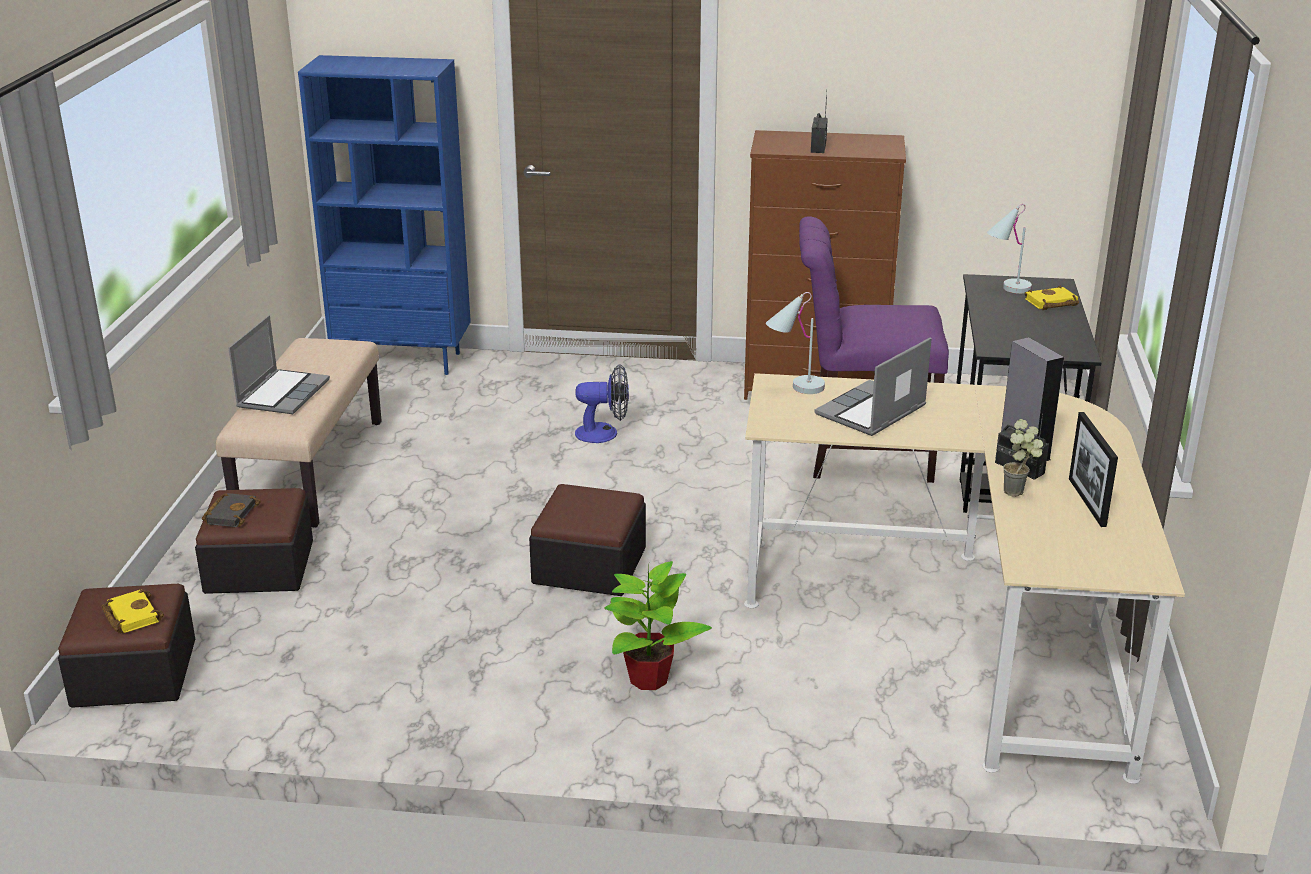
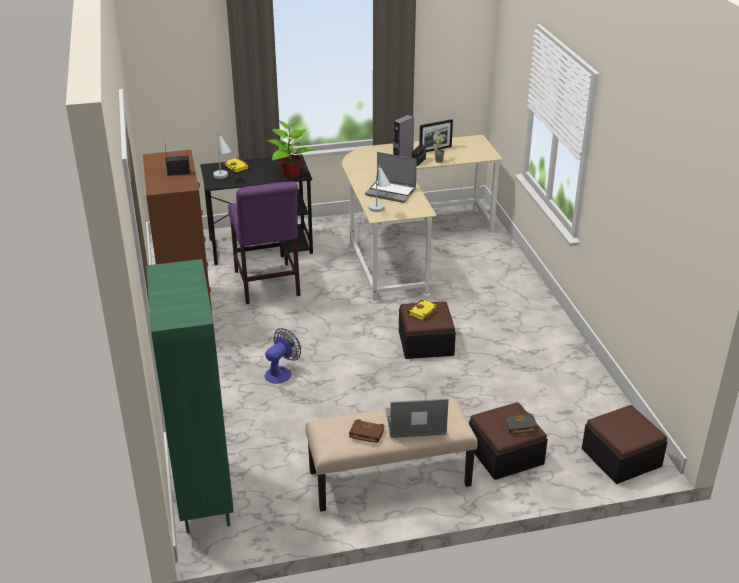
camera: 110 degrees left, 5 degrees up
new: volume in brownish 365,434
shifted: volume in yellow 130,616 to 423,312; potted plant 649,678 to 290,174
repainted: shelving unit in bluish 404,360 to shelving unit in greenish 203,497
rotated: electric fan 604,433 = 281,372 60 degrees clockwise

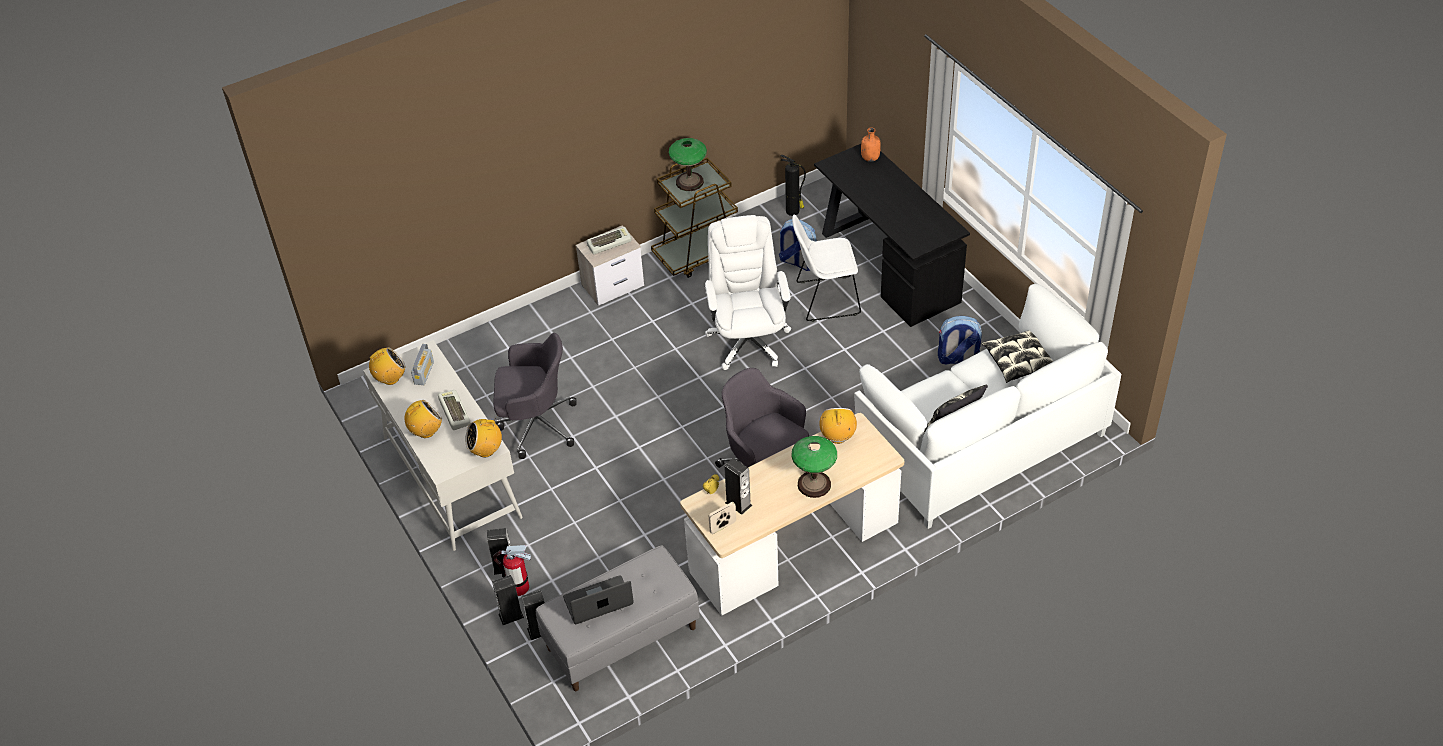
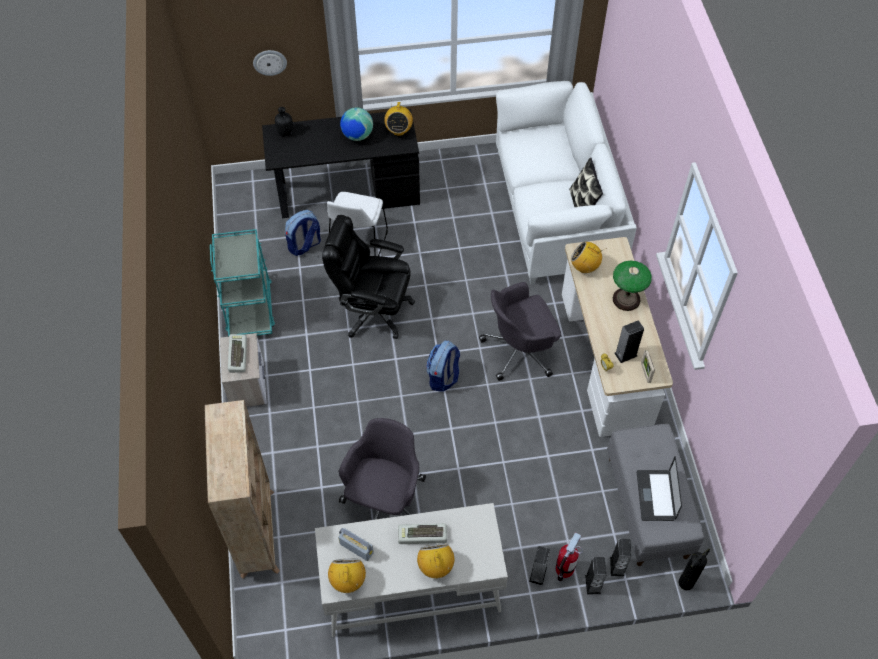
camera: 70 degrees left, 10 degrees up
gone: tabletop lamp 689,182; cushion 1019,361
new: shelving unit in beige-coloured 258,532; hanging clock 269,62; world globe 357,135
shifted: radio receiver 486,450 to 398,130; fire-fighting cylinder 793,211 to 686,582; backpack 957,359 to 443,377
repainted: trolley in brownish 699,254 to trolley in turquoise 249,308; computer chair in whitish 748,340 to computer chair in black-coloured 373,310; bottle in orange 870,158 to bottle in black-coloured 285,132

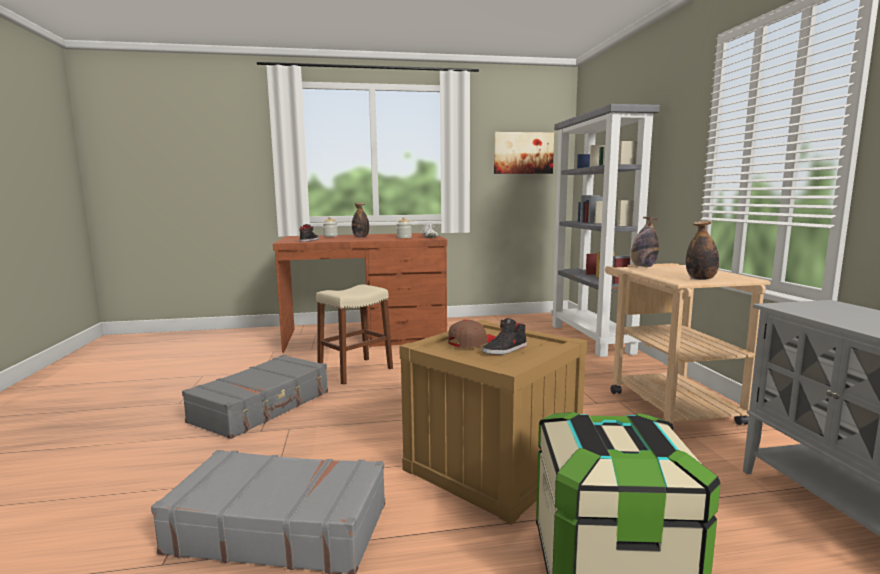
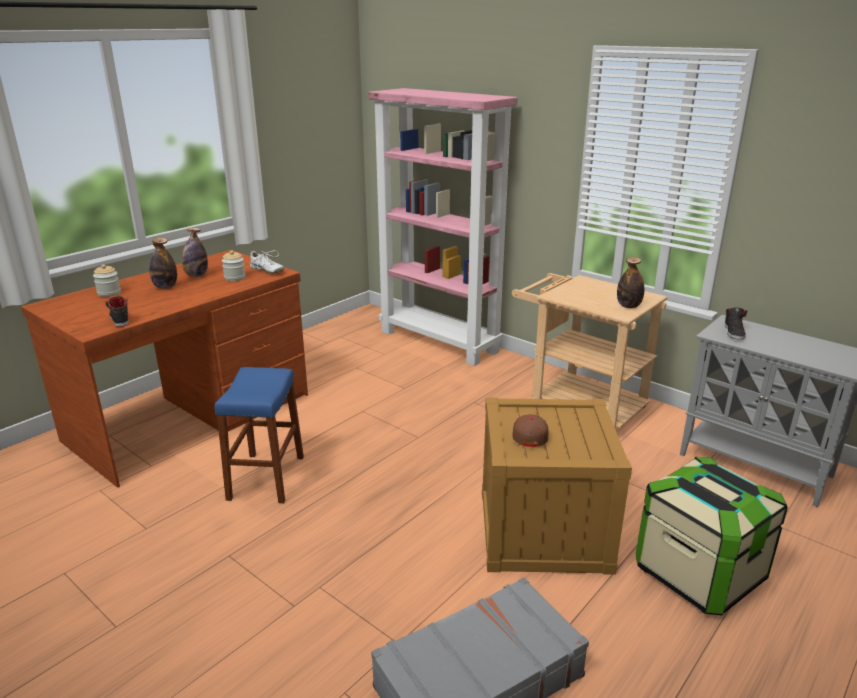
camera: 40 degrees left, 15 degrees up
gone: suitcase in gray 263,407; picture 523,153
shifted: item of footwear in black-coloured 505,350 to 734,332; bottle 643,266 to 196,275
repainted: stool seat in beige-coloured 355,371 to stool seat in bluish 266,477; shelving unit in gray 592,339 to shelving unit in pink 440,341

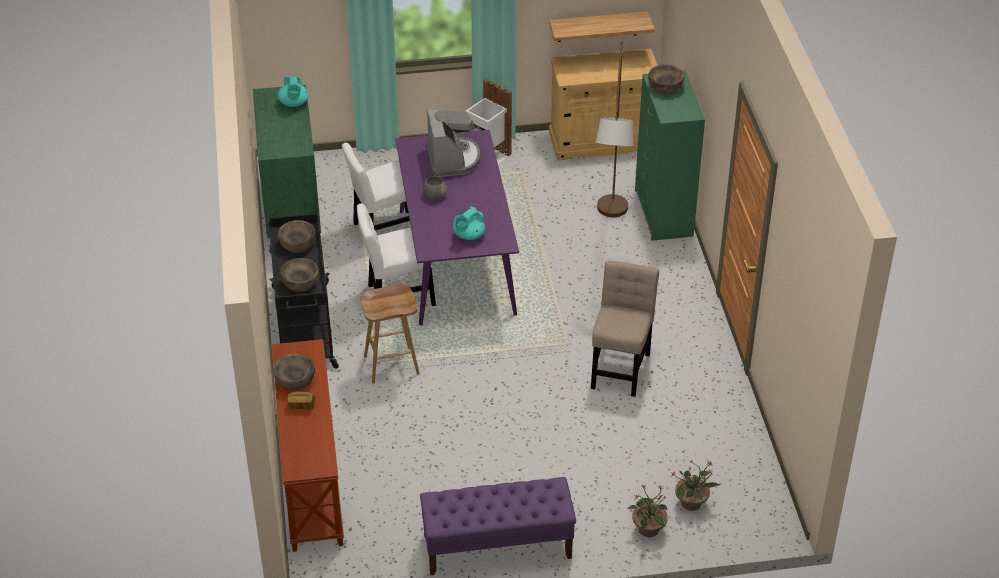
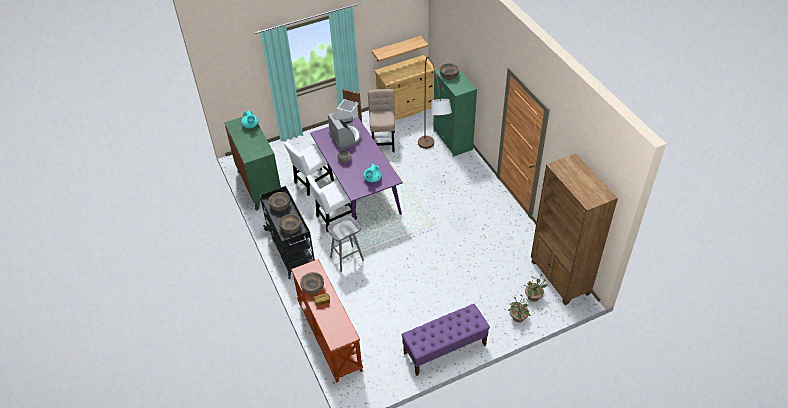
camera: 15 degrees left, 5 degrees up
new: shelving unit in brownish 560,278
shifted: plain chair in beige-coloured 620,367 to 383,140
repainted: stool seat in brownish 392,364 to stool seat in gray 347,258

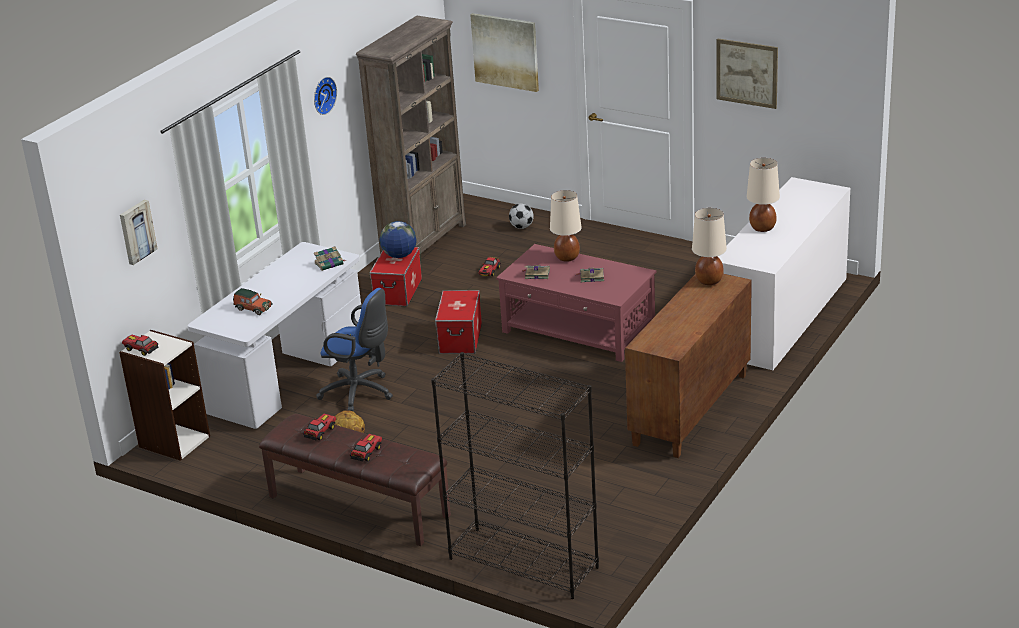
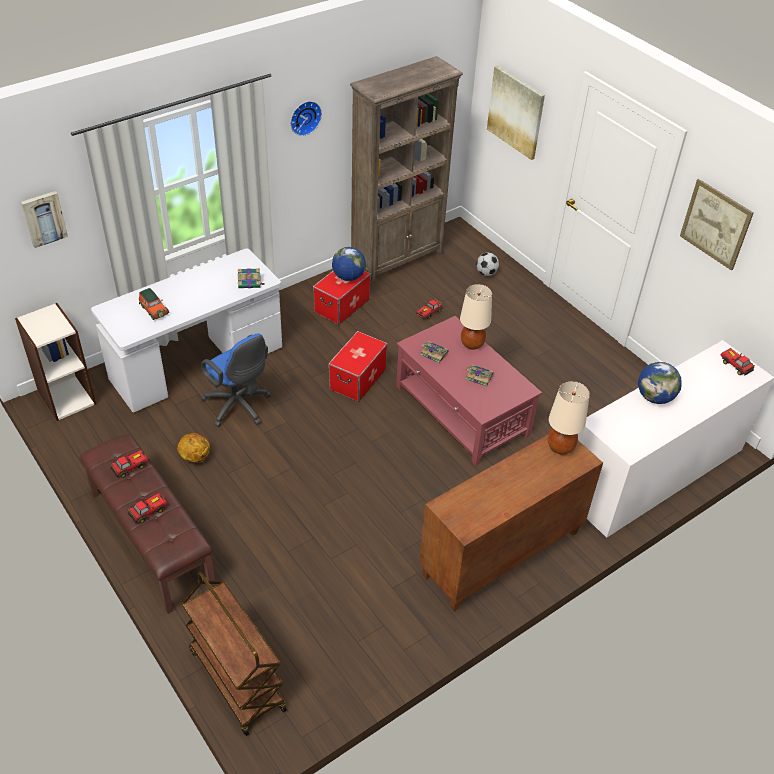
camera: 20 degrees right, 15 degrees up
shifted: toy car 140,349 to 735,365
swapped: shelving unit in black-coloured 522,563 to trolley in brownish 236,679; tabletop lamp in beige-coloured 763,228 to world globe 654,397

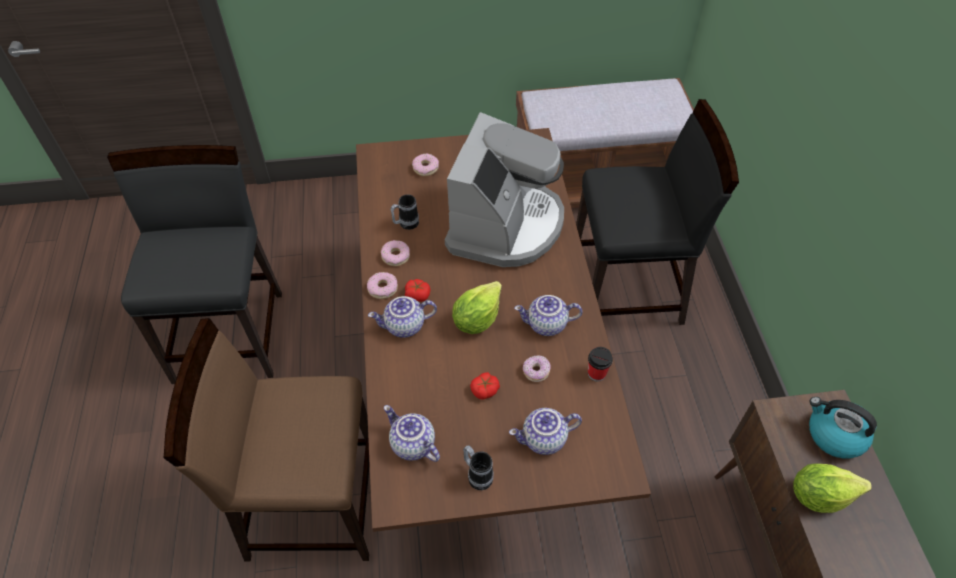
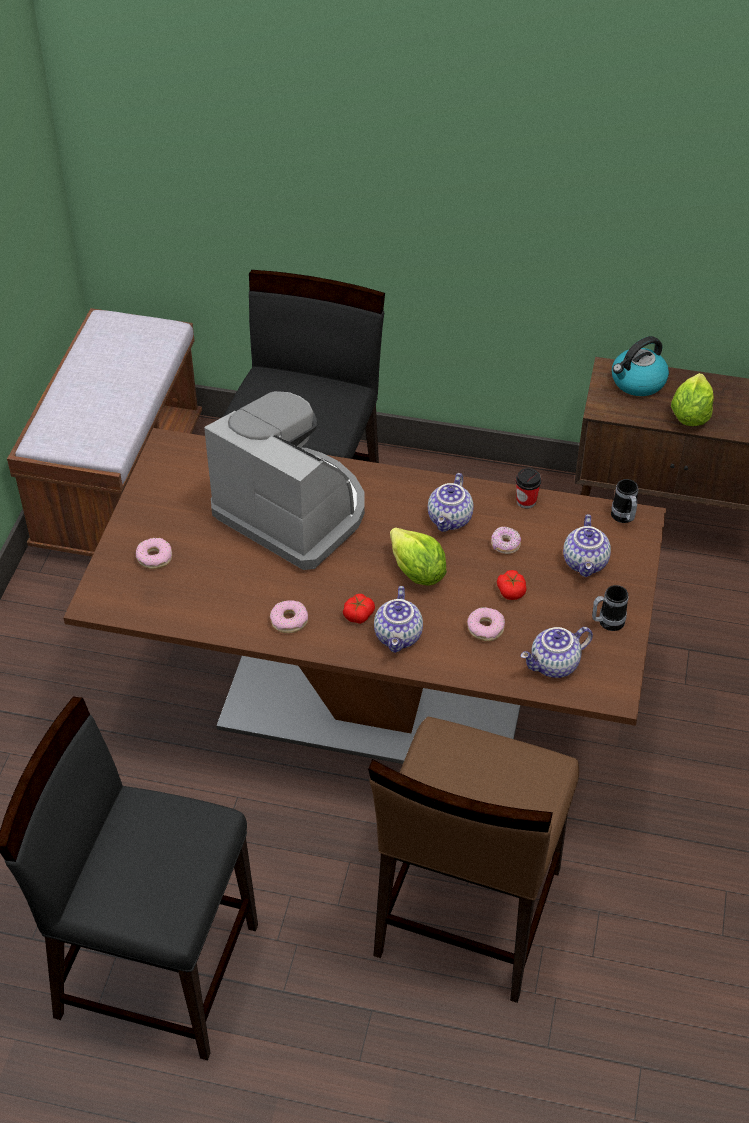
camera: 70 degrees left, 5 degrees down
shifted: donut 383,288 to 485,628; tea mug 405,224 to 624,518

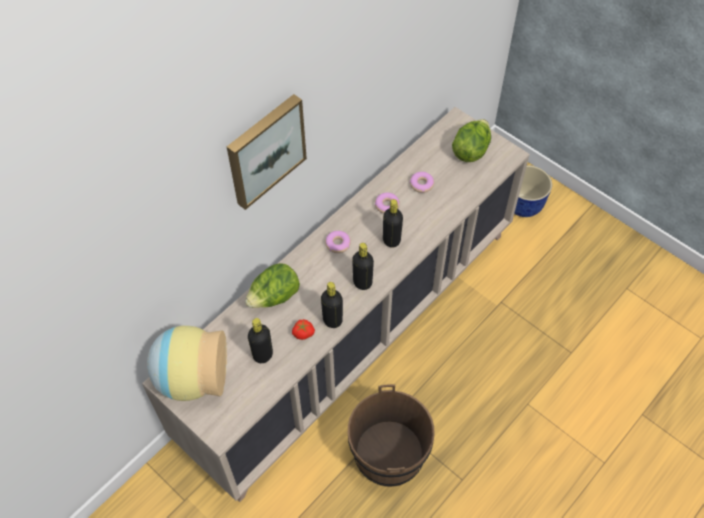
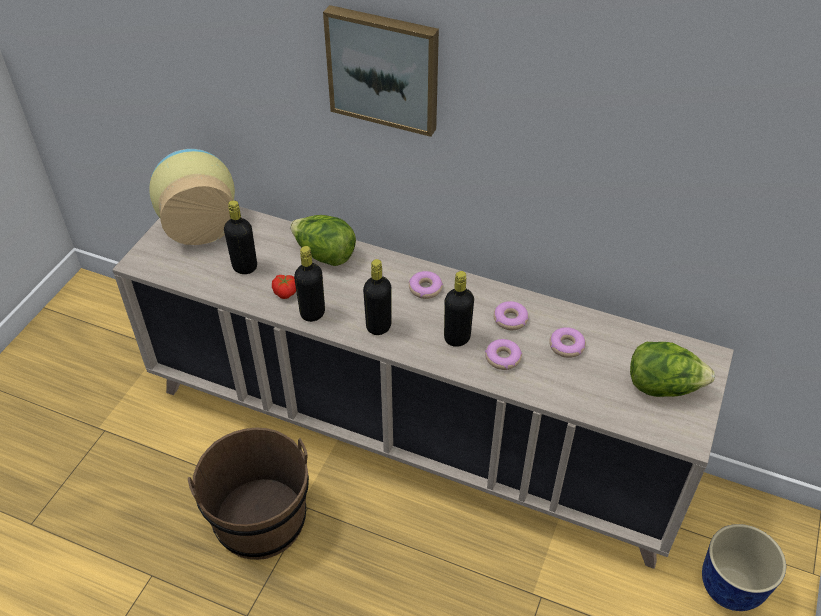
camera: 70 degrees right, 10 degrees down
new: donut 503,358

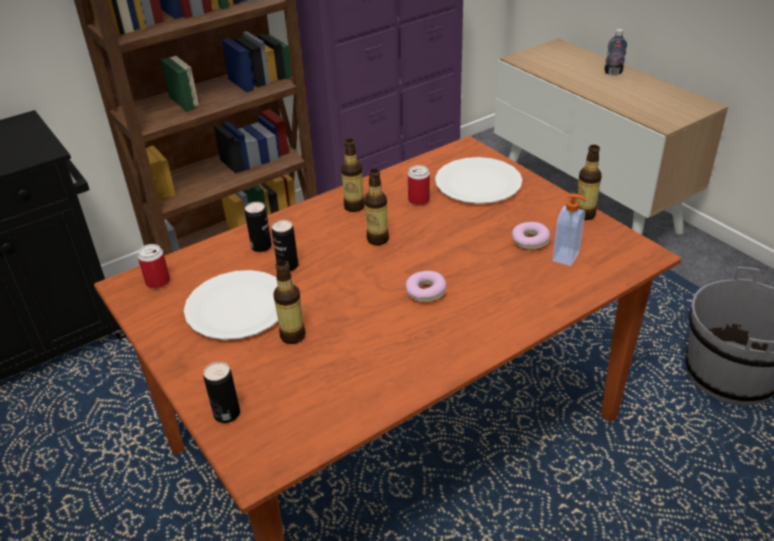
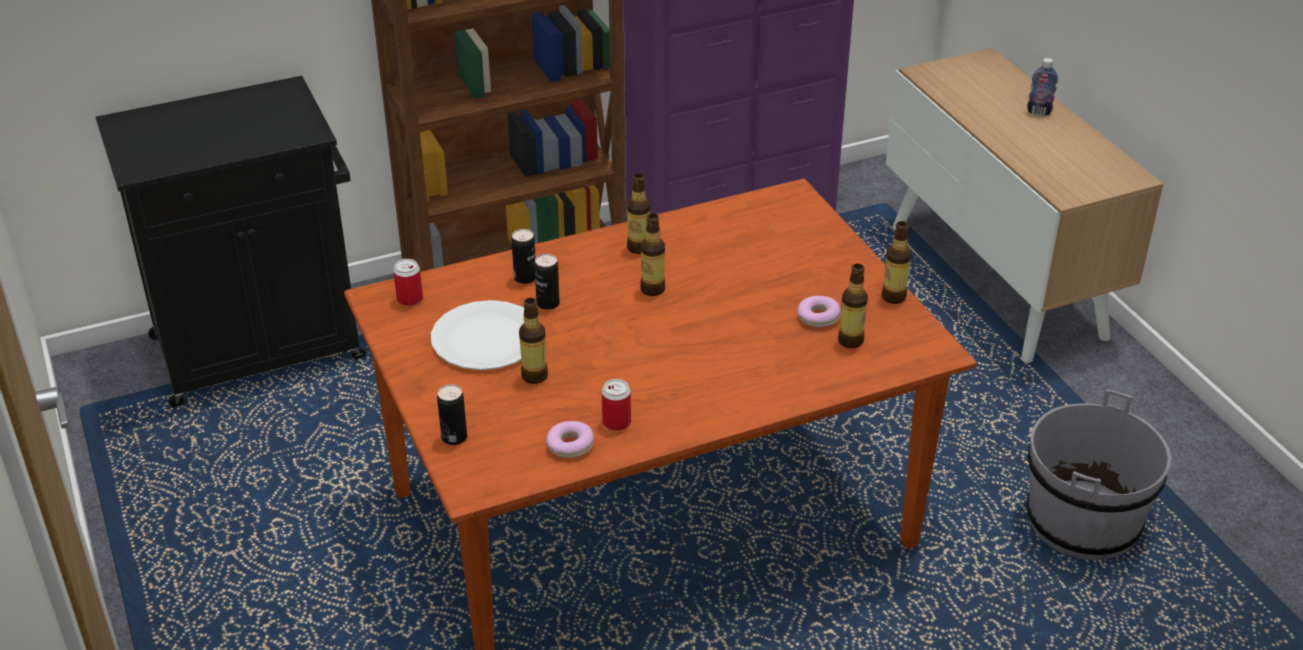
camera: 10 degrees right, 0 degrees up
gone: flat dish in whitish 478,183
shifted: donut 425,292 to 570,445; sealed can 419,200 to 616,422
swapped: liquid soap bottle 567,257 to bottle 850,341

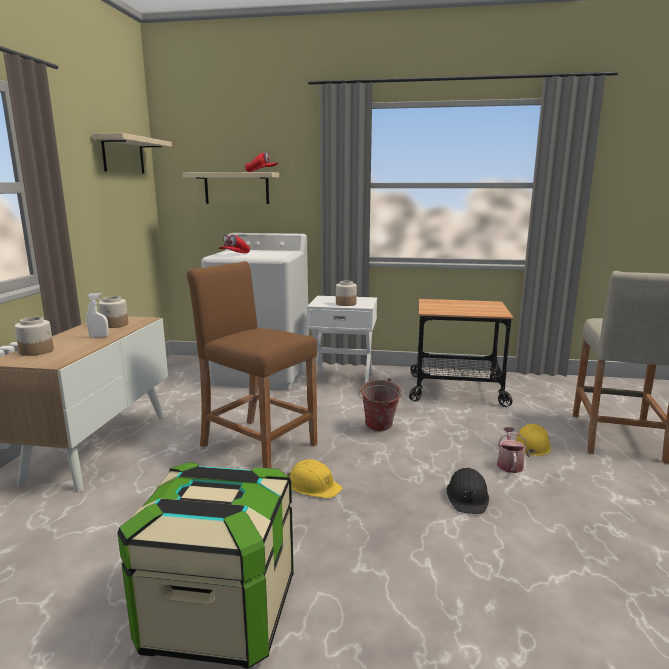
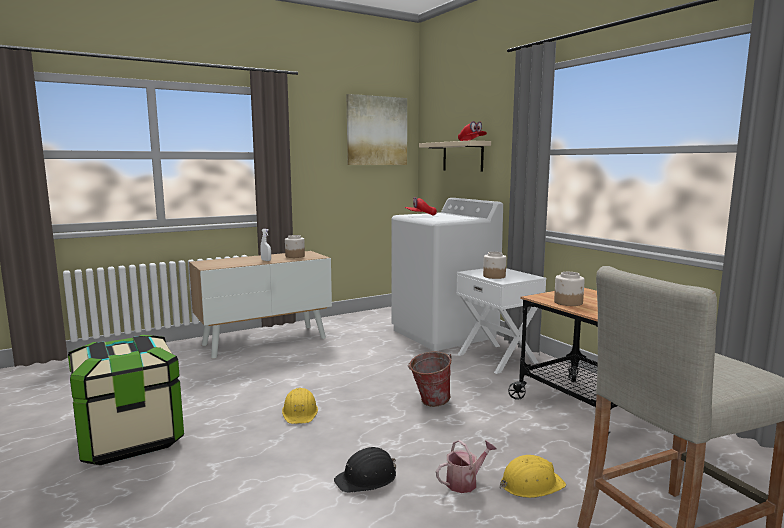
camera: 50 degrees right, 5 degrees down
gone: stool seat in brownish 258,445
shifted: storage jar 37,351 to 568,302
swapped: wall shelf in beige-coloured 123,155 to picture 376,131

